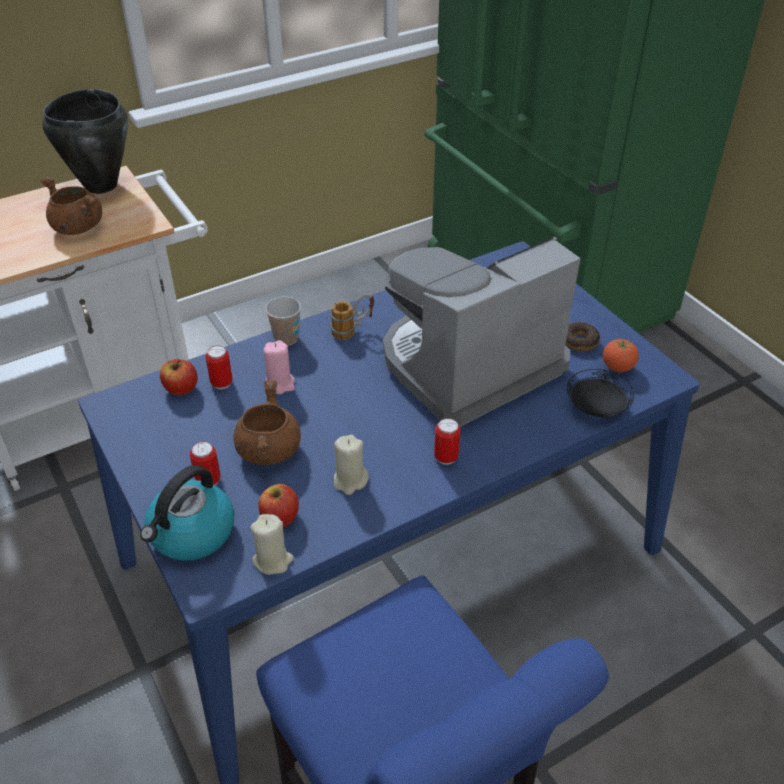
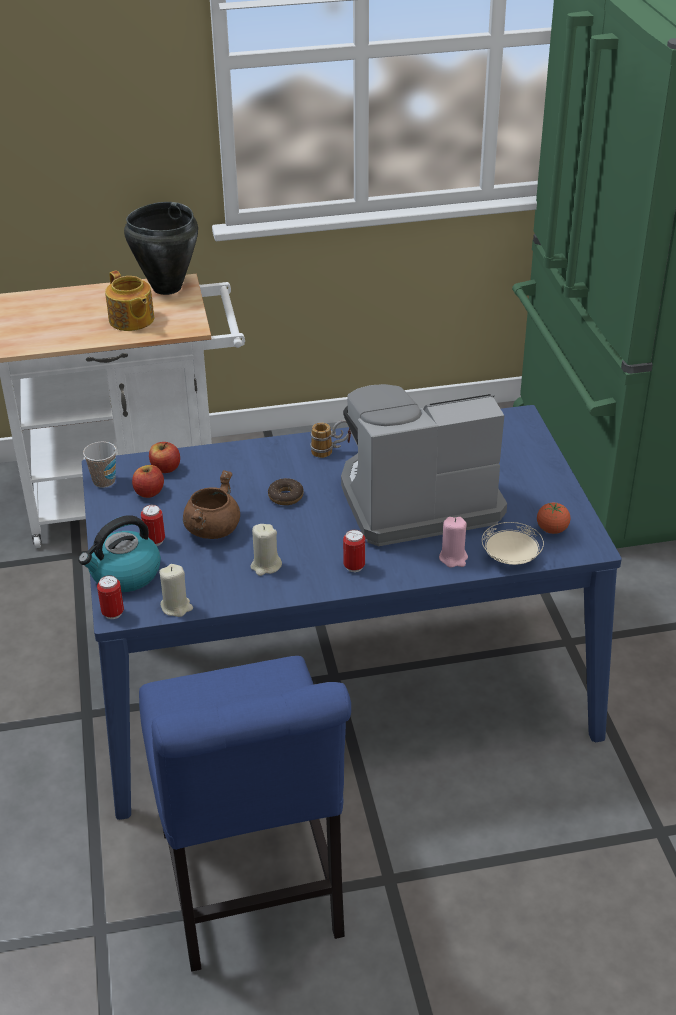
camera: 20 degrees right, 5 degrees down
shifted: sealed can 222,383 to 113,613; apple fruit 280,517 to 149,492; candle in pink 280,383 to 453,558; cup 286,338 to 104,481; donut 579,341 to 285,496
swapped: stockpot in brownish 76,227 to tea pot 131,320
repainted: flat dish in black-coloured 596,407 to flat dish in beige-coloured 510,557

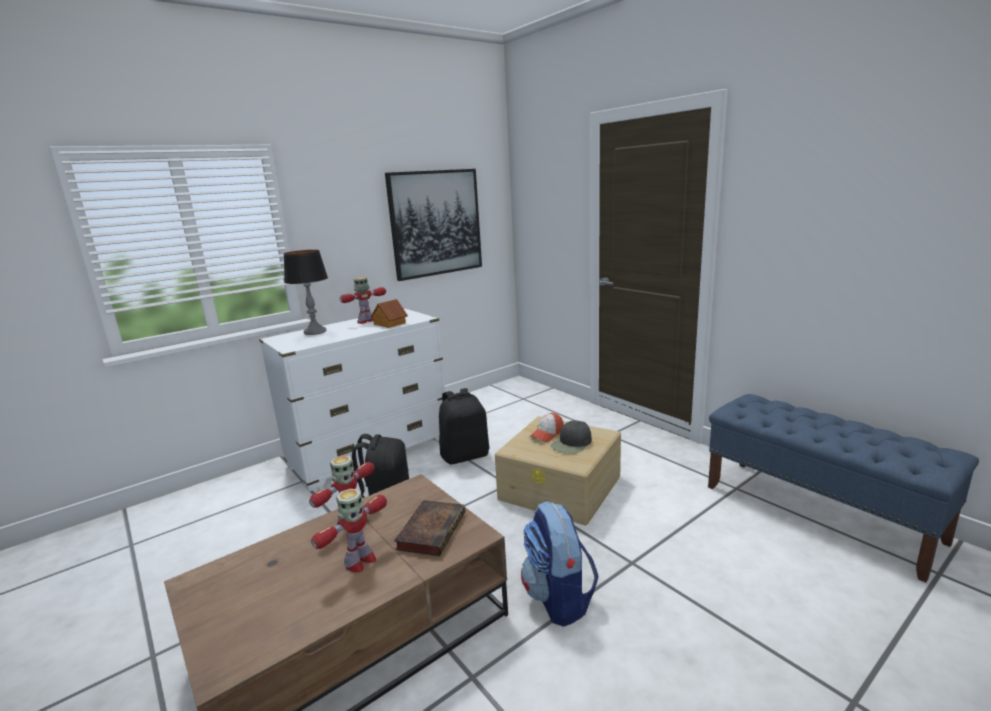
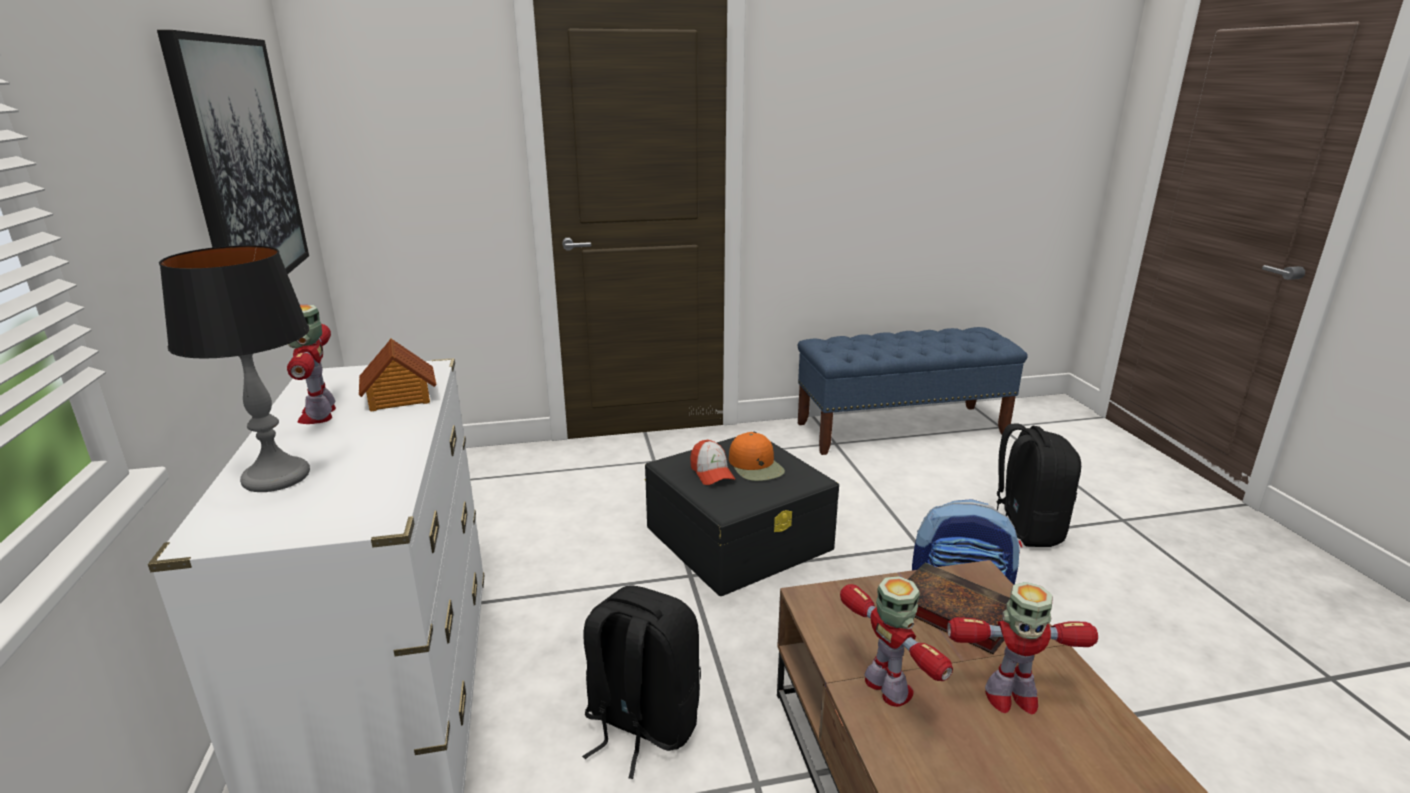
camera: 65 degrees left, 5 degrees up
shifted: backpack in black-coloured 465,456 to 1024,529
repainted: storage box in beige-coloured 561,487 to storage box in black-coloured 740,537; cap in black-coloured 571,444 to cap in orange 756,466
rotated: toy robot 359,562 = 1010,697 120 degrees clockwise

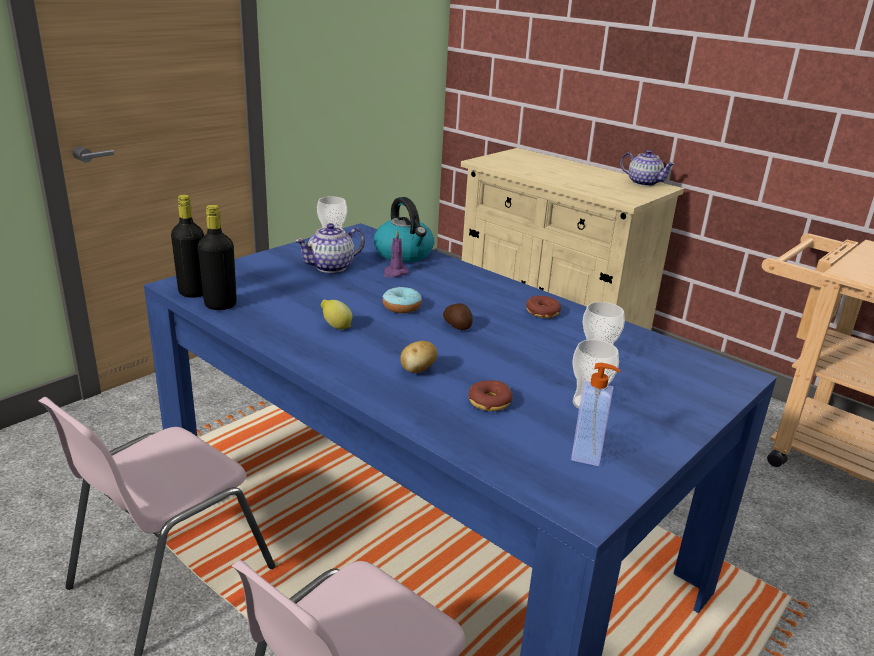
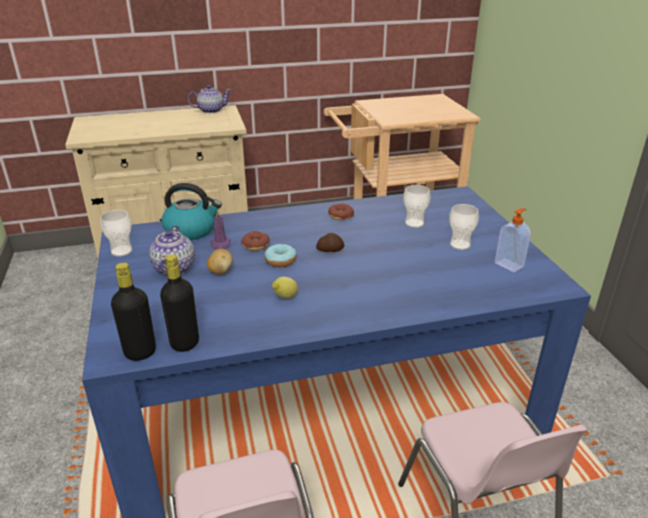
camera: 55 degrees left, 5 degrees up
shifted: whole potato 417,370 to 220,271; donut 489,402 to 256,245

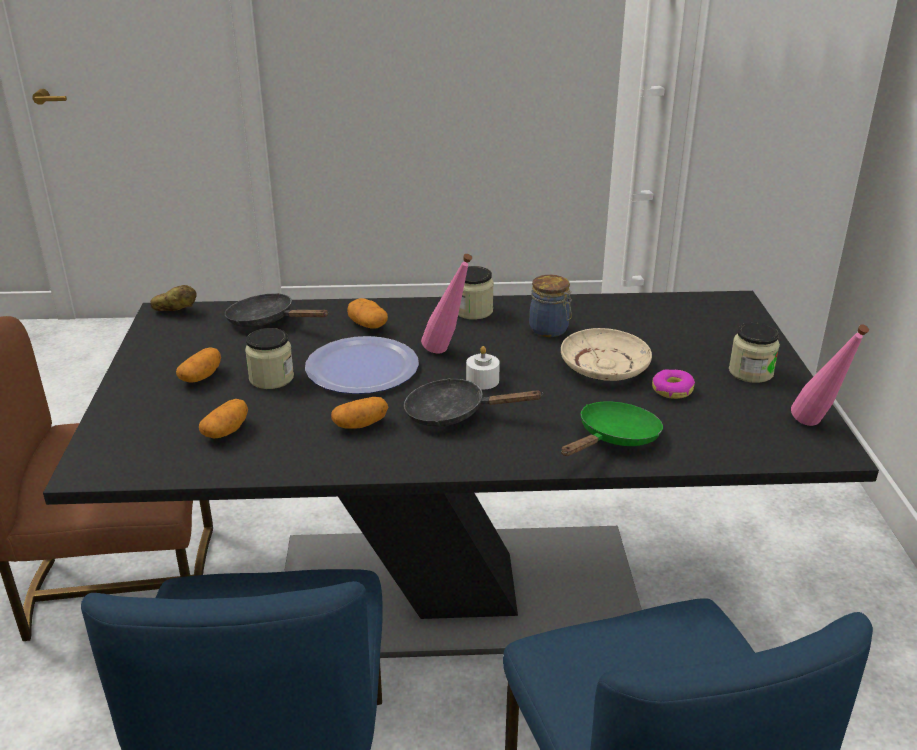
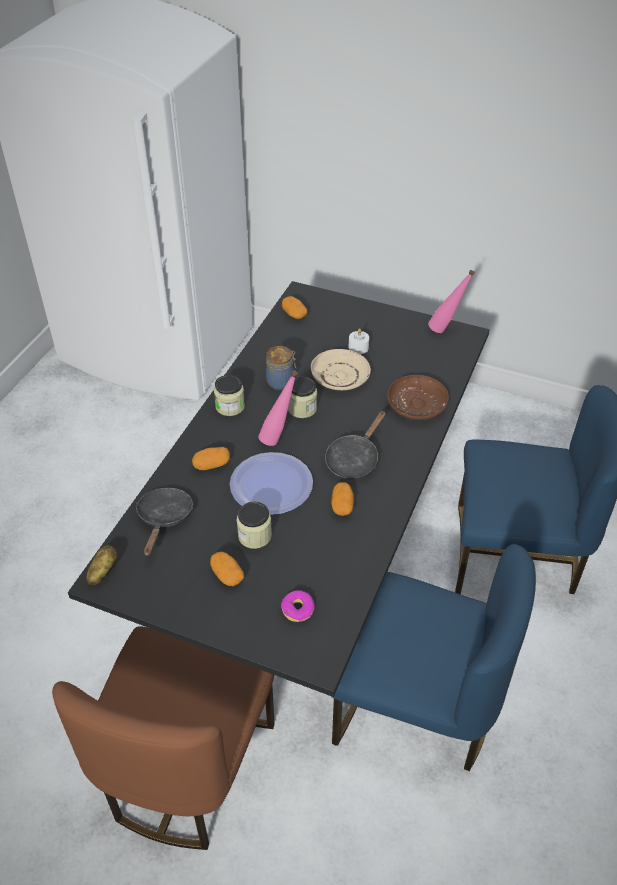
camera: 65 degrees left, 15 degrees up
shifted: whole potato 226,431 to 294,314; candle in whitish 482,380 to 358,347; donut 672,390 to 297,609; storage jar 750,372 to 302,408
swapped: pan in greenish 614,439 to flat dish in brownish 417,404
rotated: pan in black-coloured 267,321 = 164,518 135 degrees clockwise

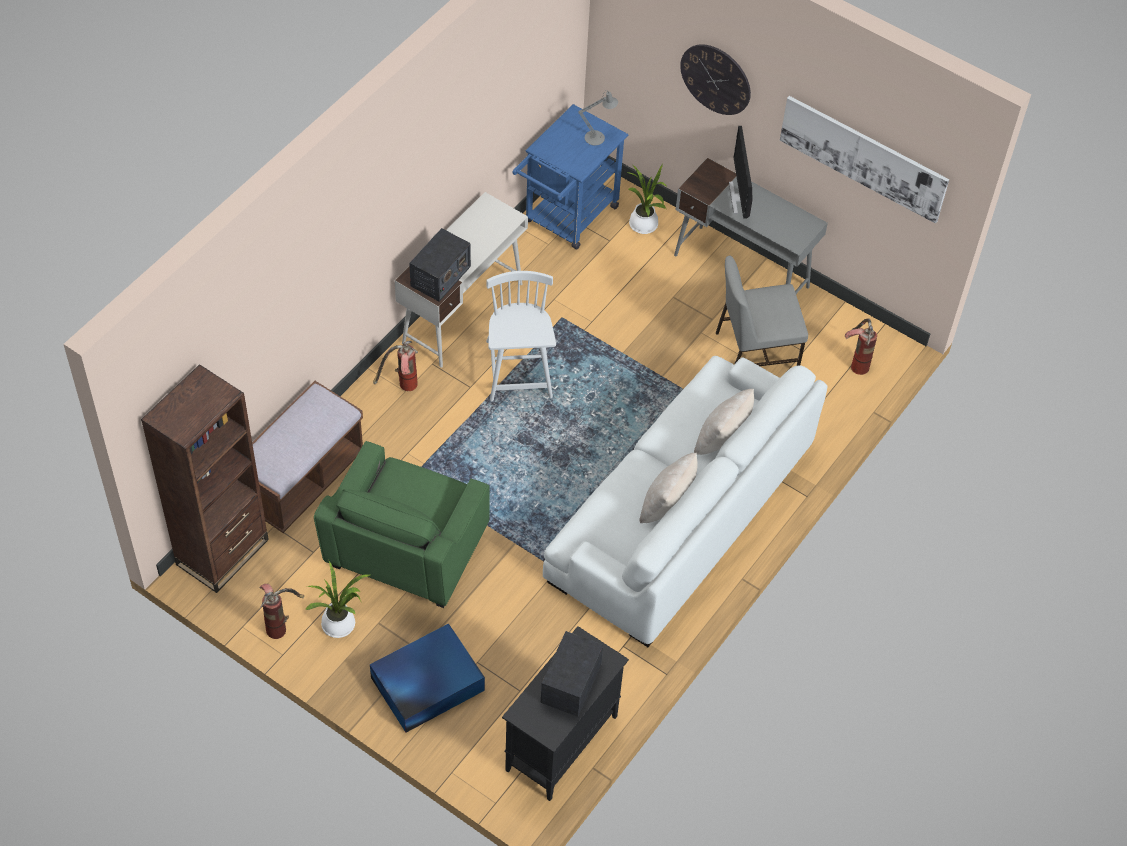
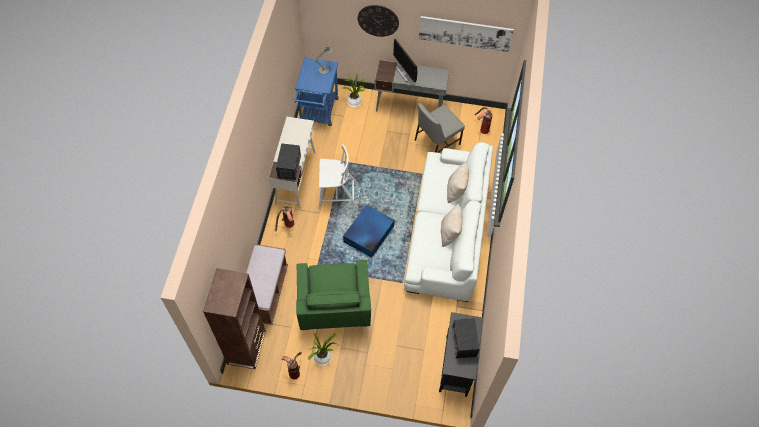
camera: 25 degrees left, 5 degrees up
shifted: storage box in bluish 426,684 to 368,234
rotated: plain chair in whitish 519,371 = 337,195 120 degrees clockwise

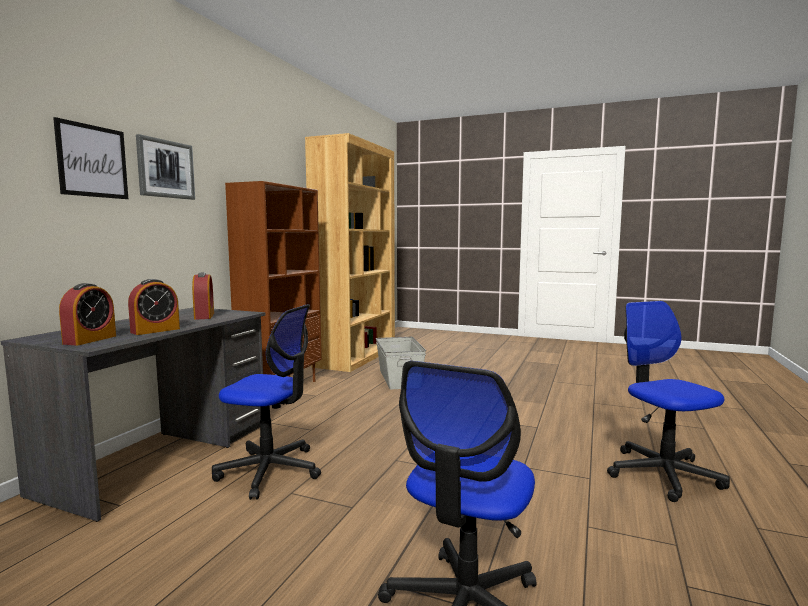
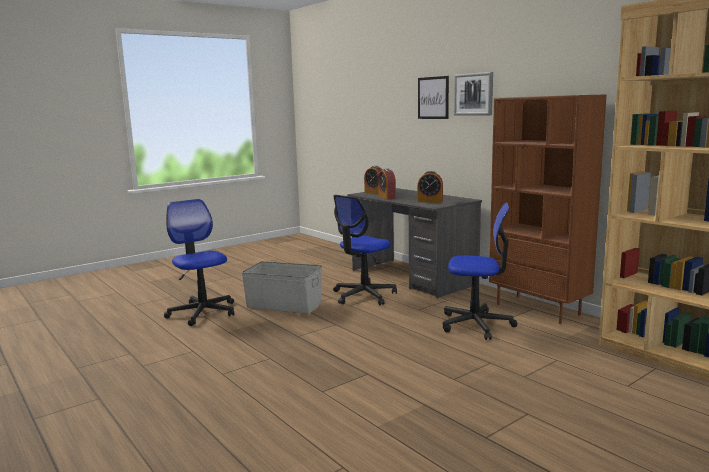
camera: 120 degrees right, 5 degrees up
shifted: storage box in gray 400,378 to 284,305; computer chair 662,474 to 476,324

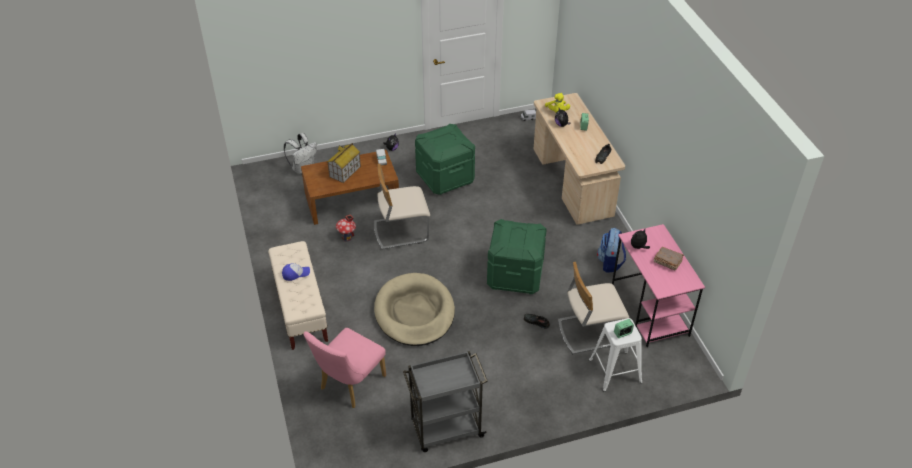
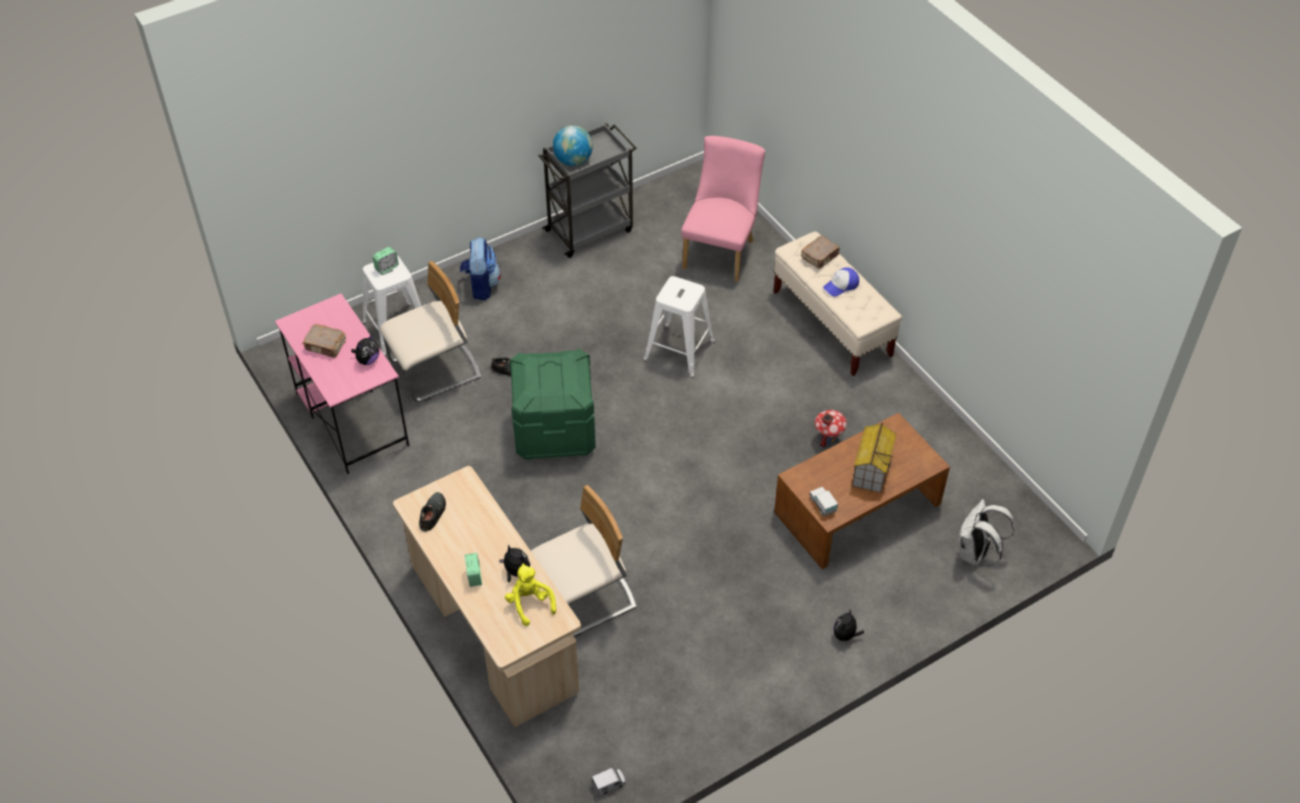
camera: 165 degrees right, 5 degrees up
gone: storage box in greenish 445,177
new: world globe 573,161; volume in brownish 820,257
shifted: plain chair in beige-coloured 401,231 to 584,599; backpack 610,263 to 481,286
swapped: dog bed in beige-coloured 414,312 to stool seat in whitish 678,349

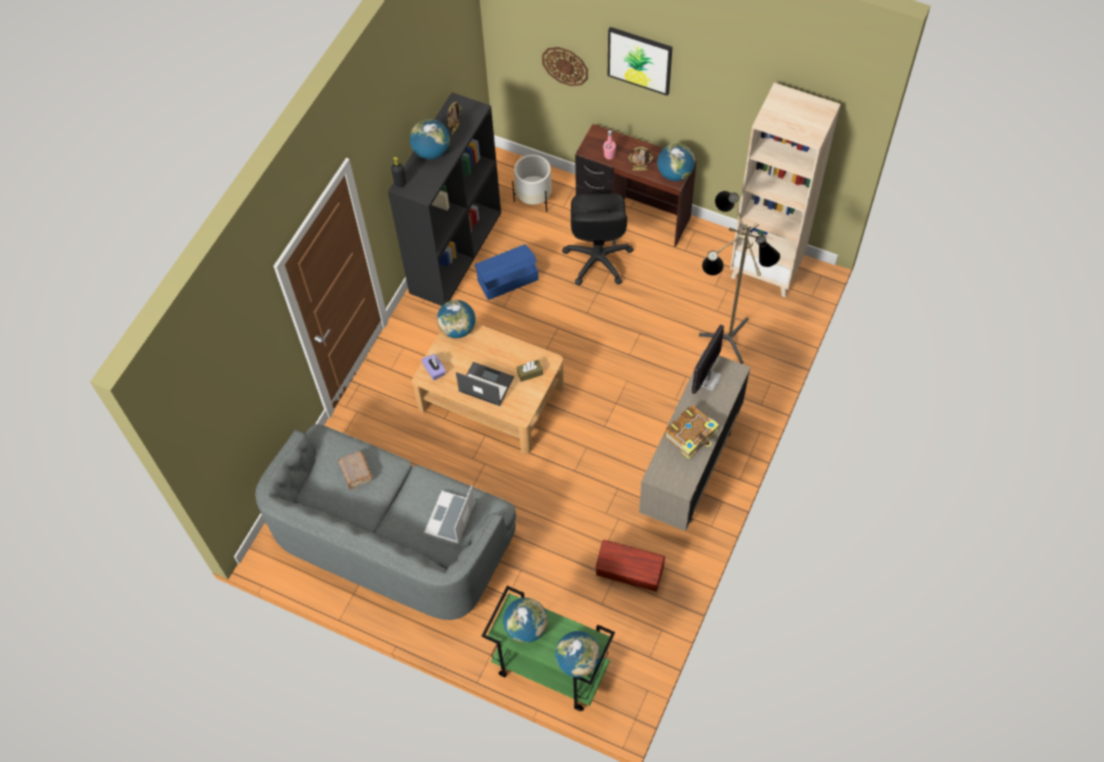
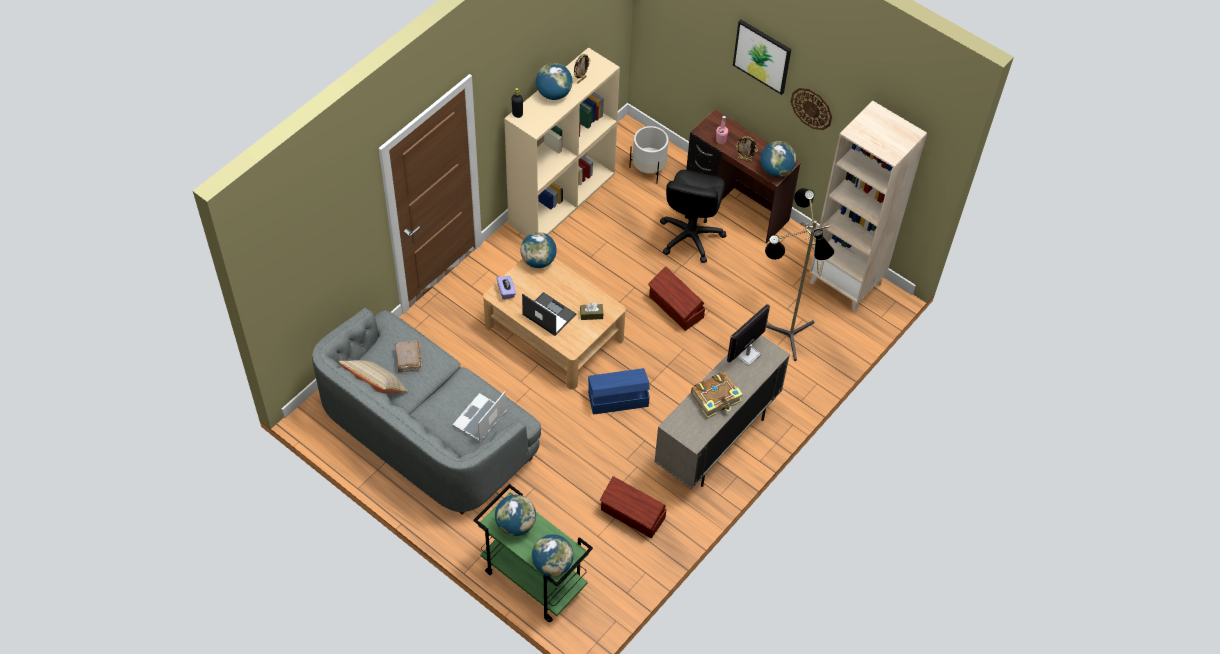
camera: 10 degrees right, 5 degrees down
new: cushion in beige-coloured 376,389; storage box in brownish 676,308
shifted: storage box in bluish 507,280 to 617,399; hanging clock 565,66 to 811,108
repainted: shelving unit in black-coloured 455,251 to shelving unit in beige-coloured 562,198

